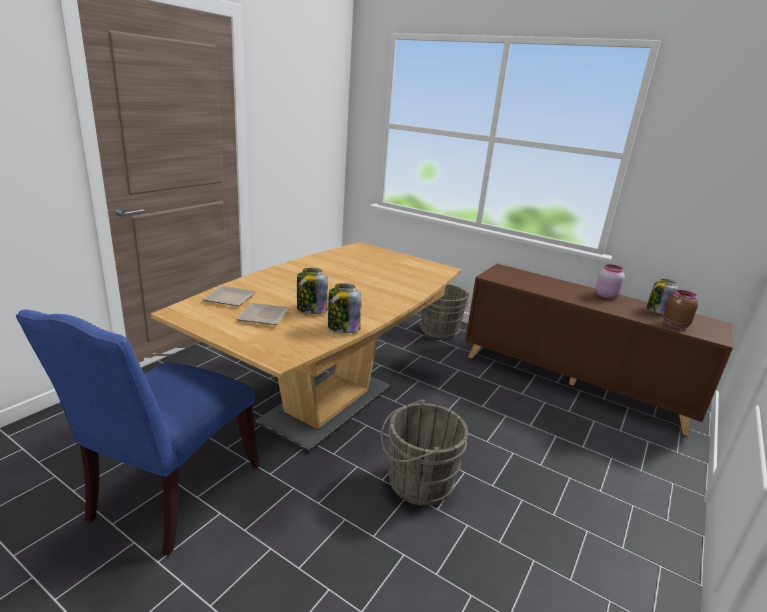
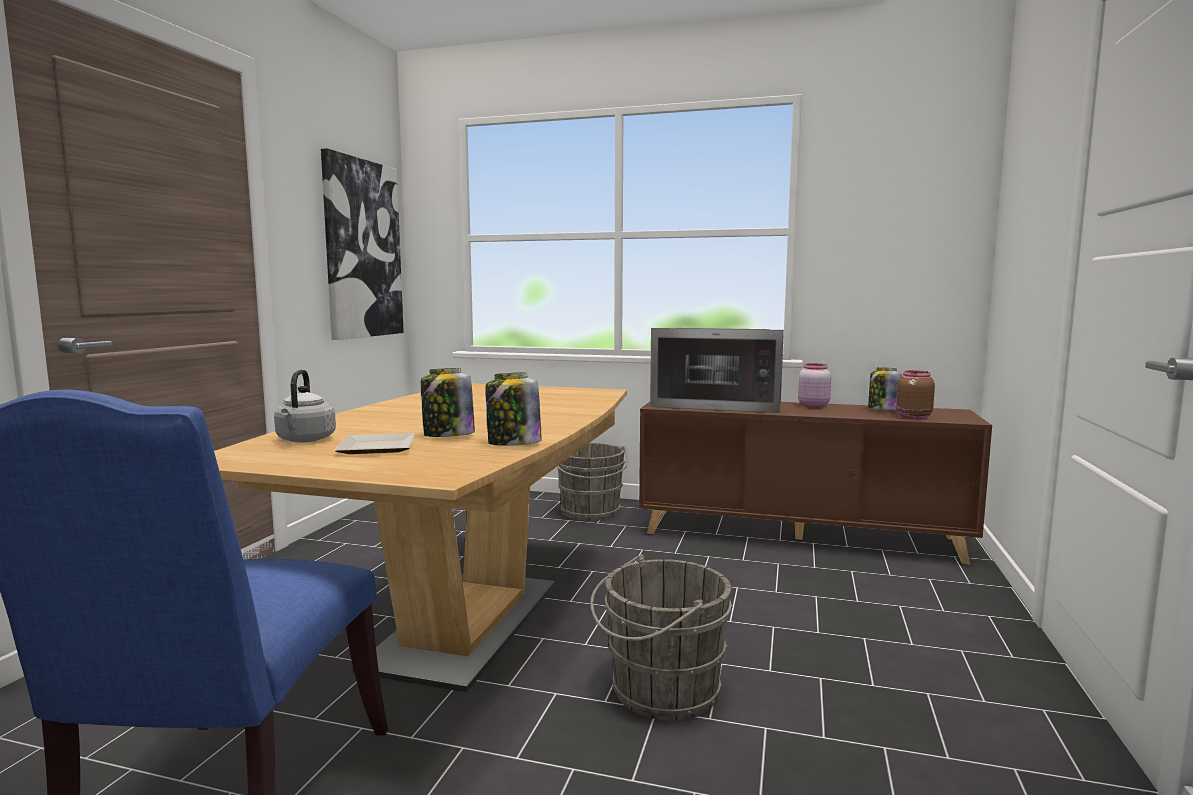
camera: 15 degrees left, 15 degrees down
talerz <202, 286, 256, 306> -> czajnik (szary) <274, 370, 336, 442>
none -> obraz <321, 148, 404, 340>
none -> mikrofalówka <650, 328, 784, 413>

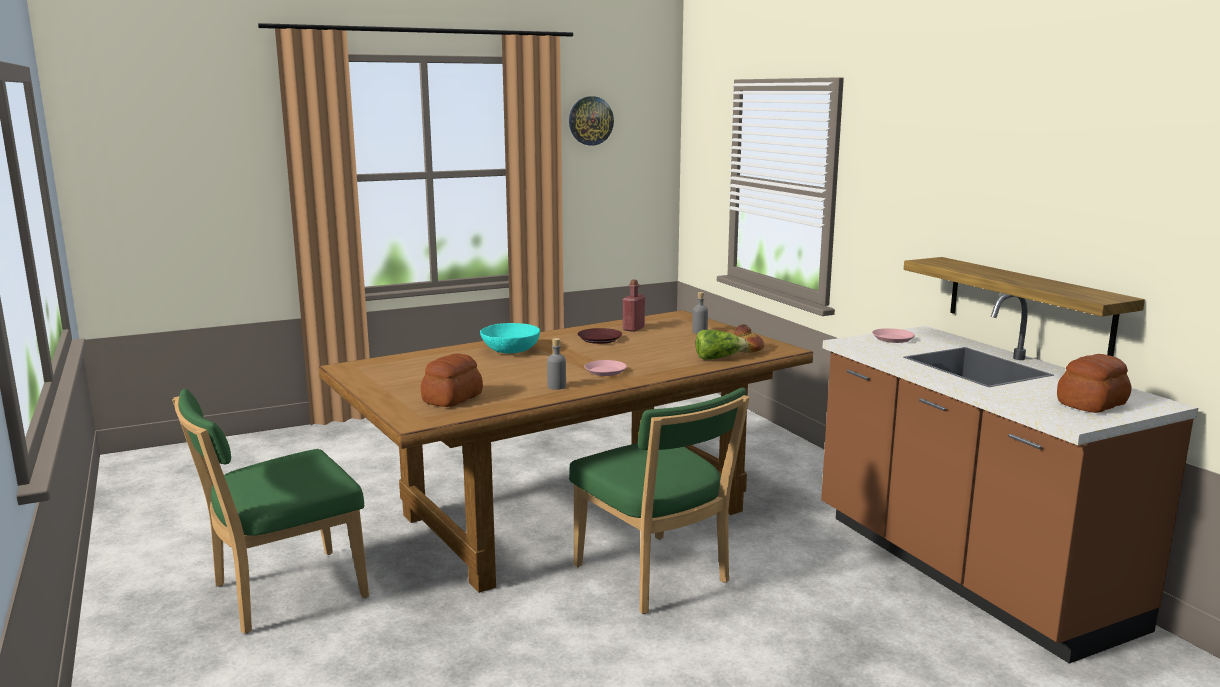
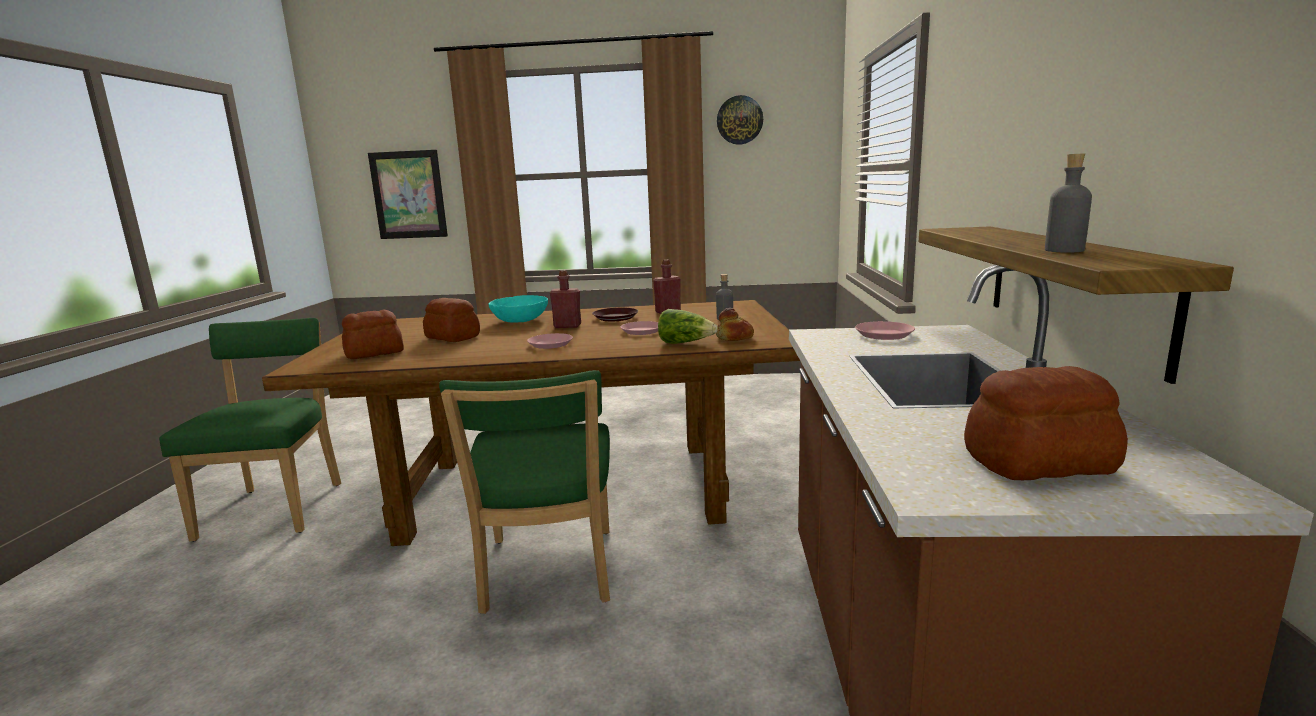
camera: 30 degrees right, 0 degrees up
butelka (szary) <547, 338, 566, 390> -> butelka (szary) <1045, 153, 1092, 253>, move
krzesło (zielony) <172, 389, 369, 634> -> krzesło (zielony) <159, 318, 341, 542>, 90 degrees clockwise
none -> obraz <368, 150, 448, 239>
none -> butelka (czerwony) <550, 270, 581, 328>
none -> chleb <423, 298, 480, 342>
none -> talerz (różowy) <621, 321, 658, 335>

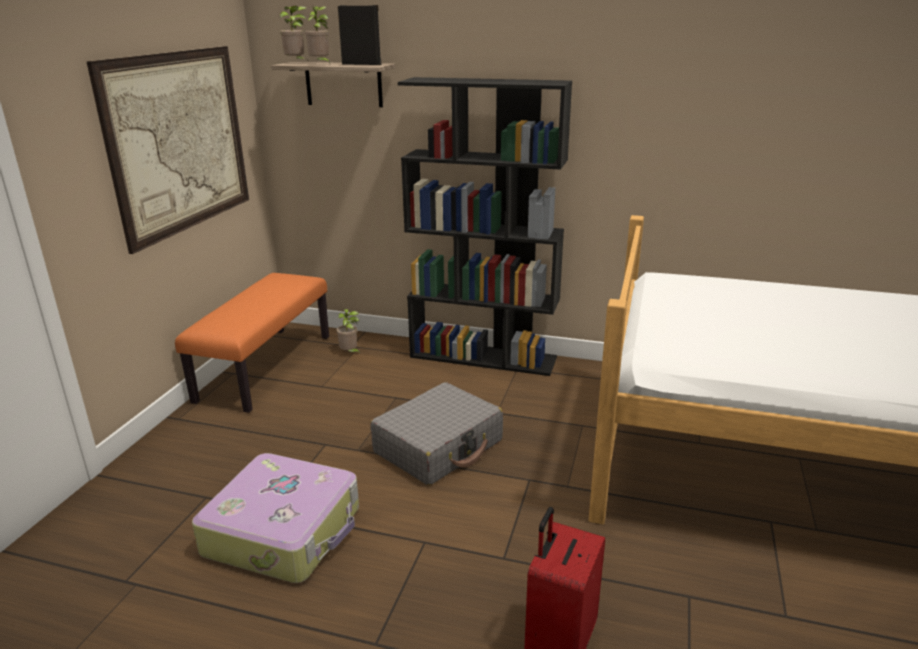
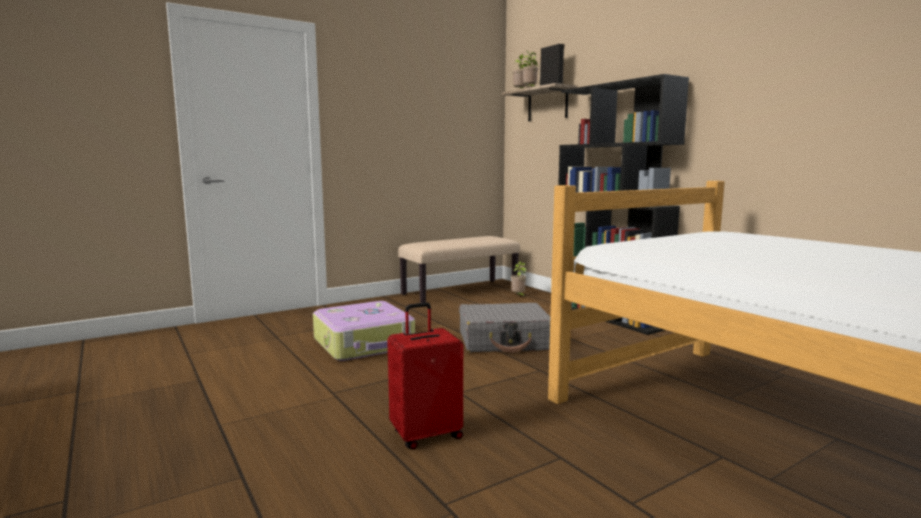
camera: 40 degrees right, 15 degrees down
obraz <86, 46, 249, 254> -> none
ławka (pomarańczowy) <175, 273, 329, 413> -> ławka (beżowy) <398, 236, 520, 303>

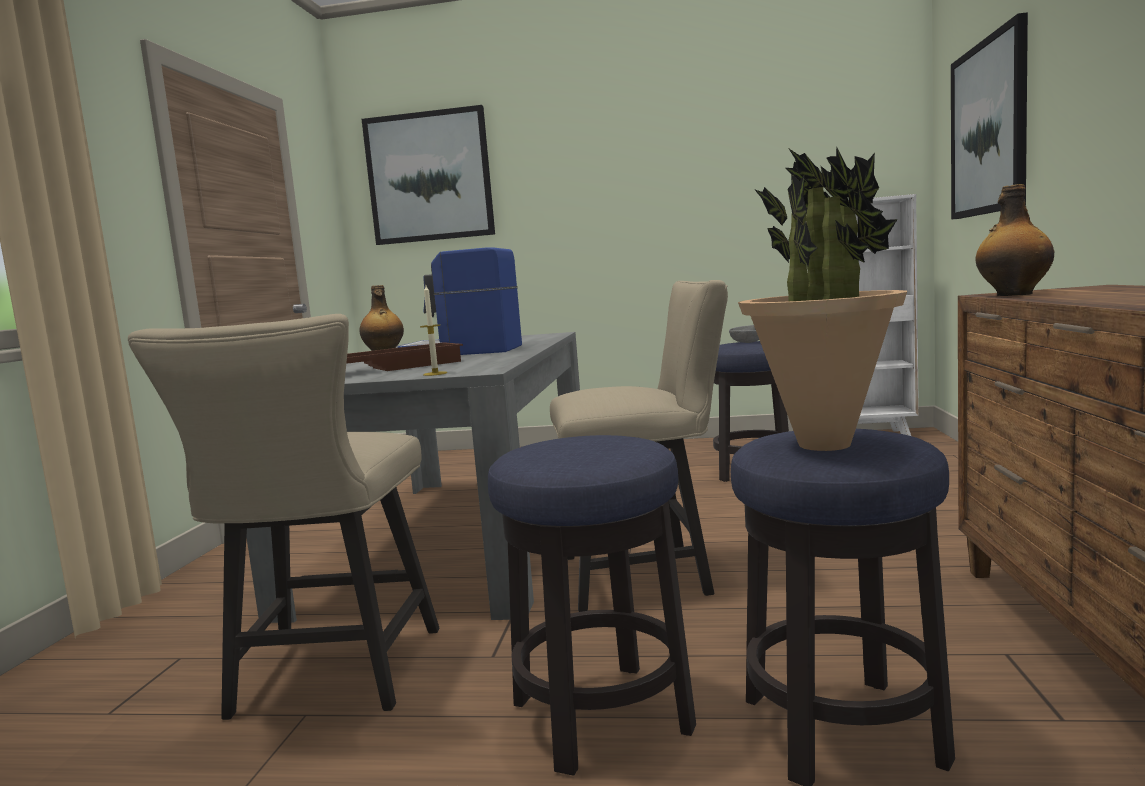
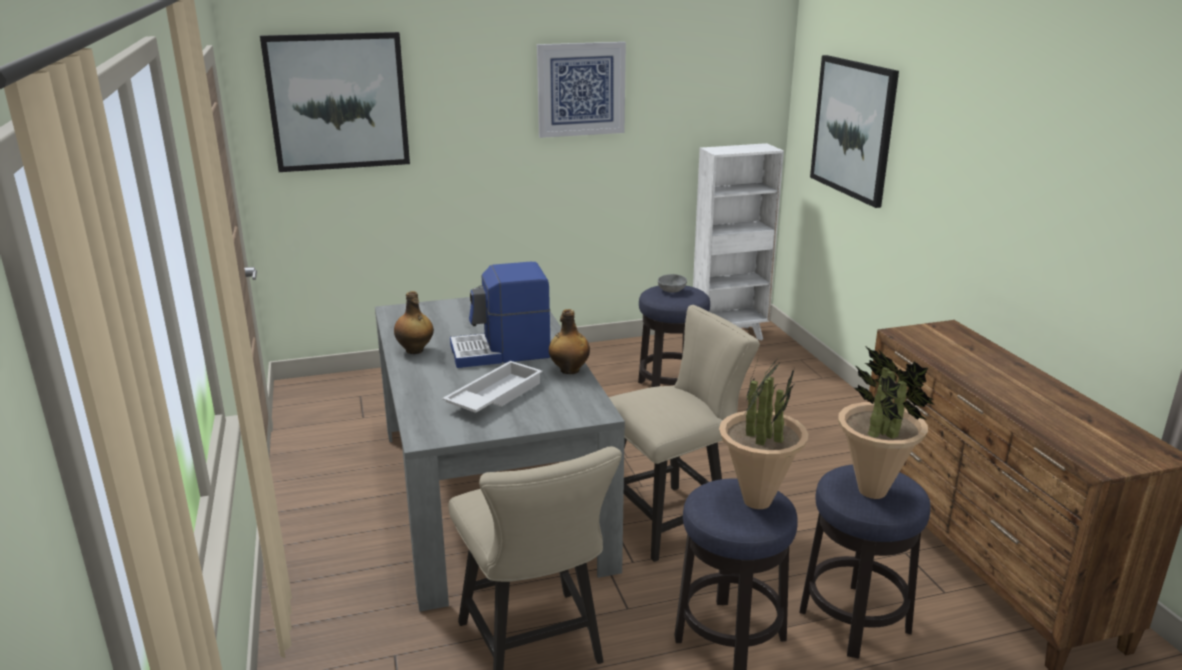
camera: 25 degrees left, 15 degrees up
butelka <976, 184, 1054, 296> -> butelka <549, 309, 590, 374>, move
świeca <420, 285, 447, 376> -> none
taca (brązowy) <346, 342, 463, 371> -> taca (biały) <442, 361, 543, 413>
none -> obraz <537, 42, 626, 138>
none -> roślina doniczkowa <719, 357, 808, 509>

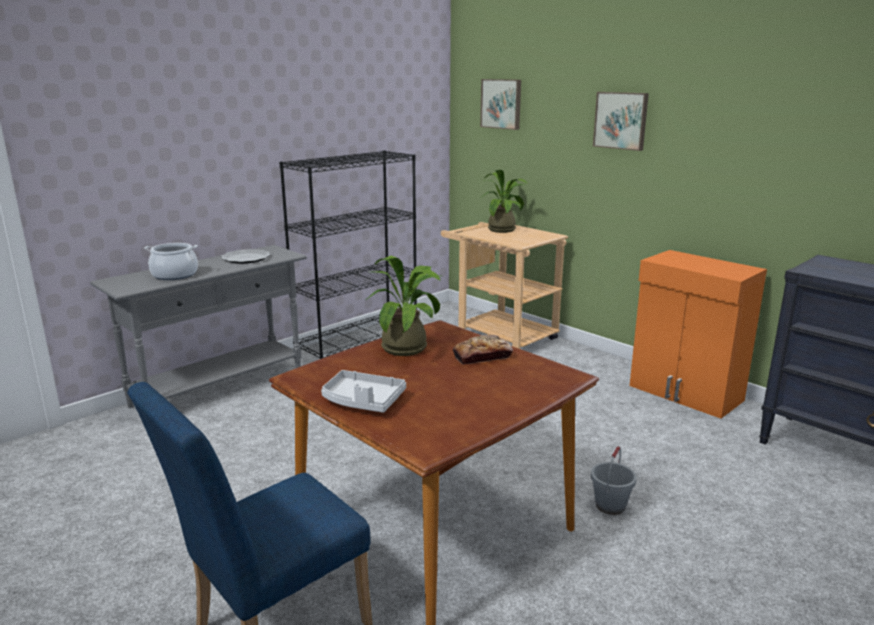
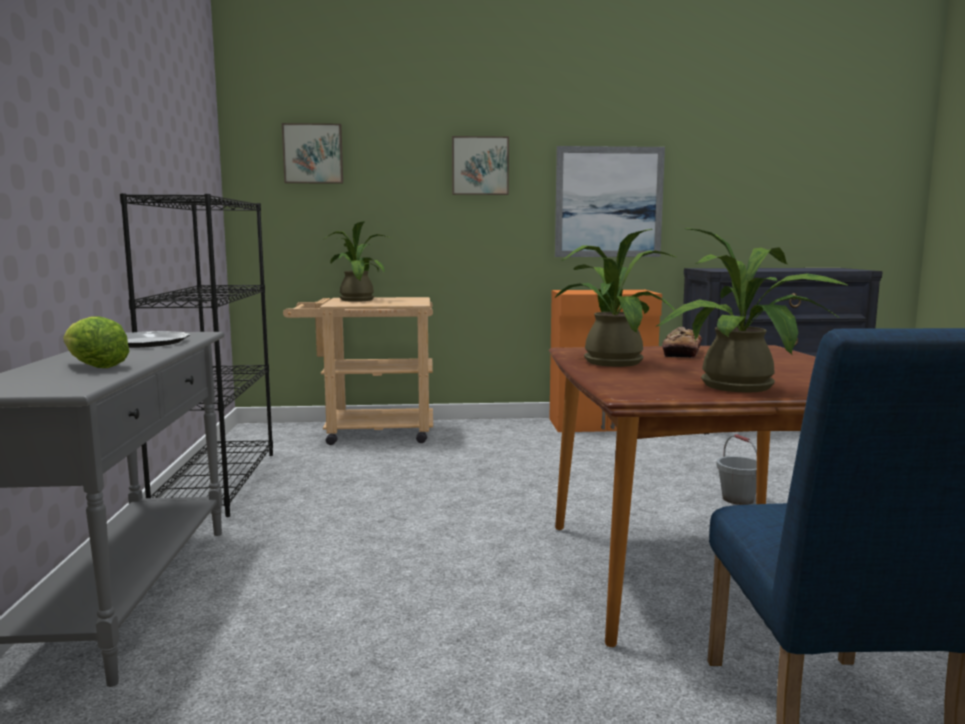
camera: 50 degrees left, 10 degrees down
garnek <144, 243, 198, 280> -> sałata <63, 316, 130, 368>
taca (szary) <321, 370, 406, 413> -> roślina doniczkowa <655, 228, 849, 393>
none -> obraz <555, 146, 665, 257>

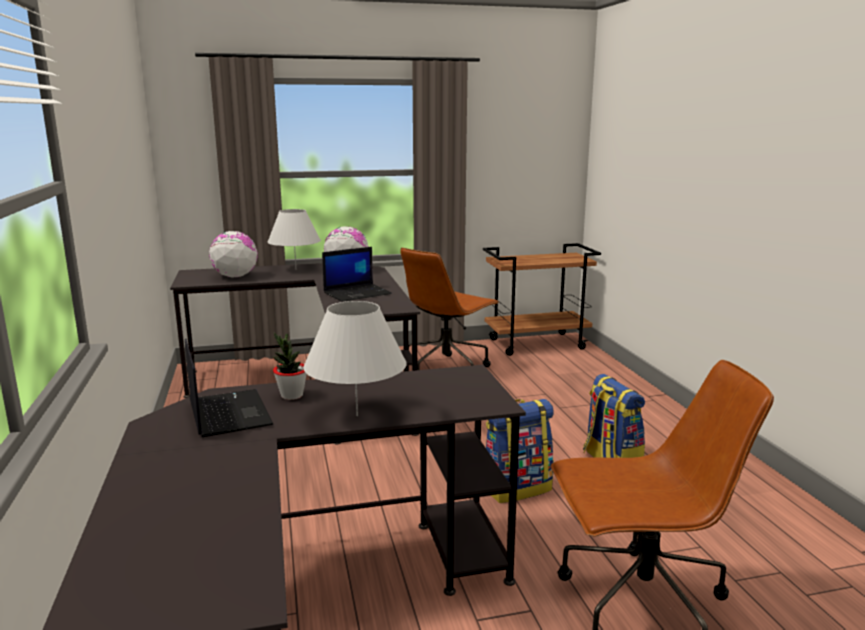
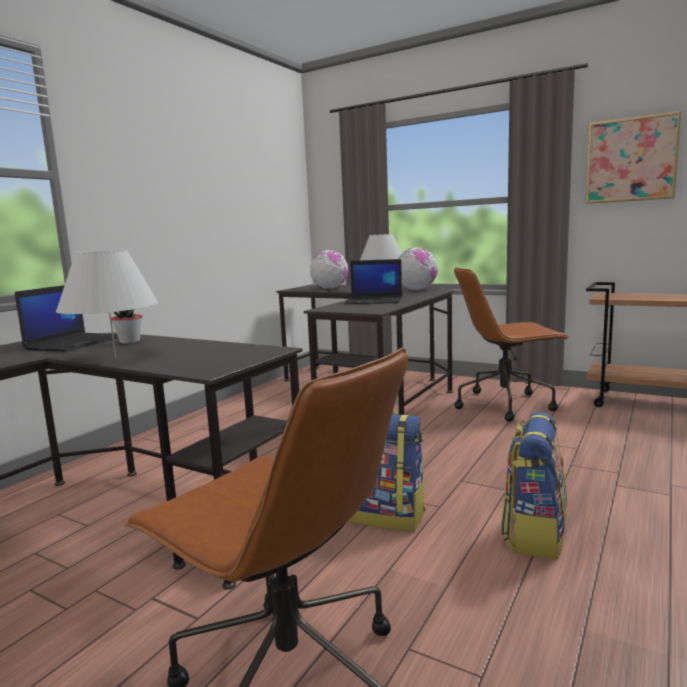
camera: 45 degrees right, 5 degrees down
none -> obraz <585, 111, 681, 204>

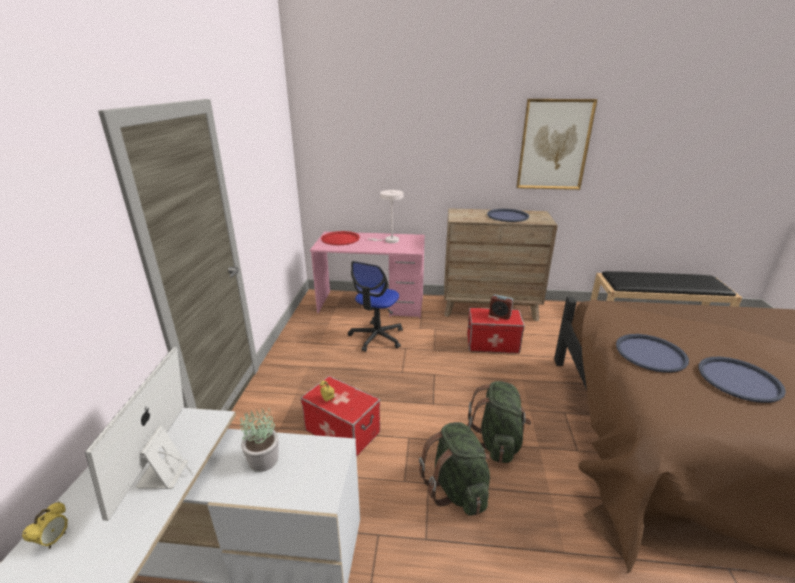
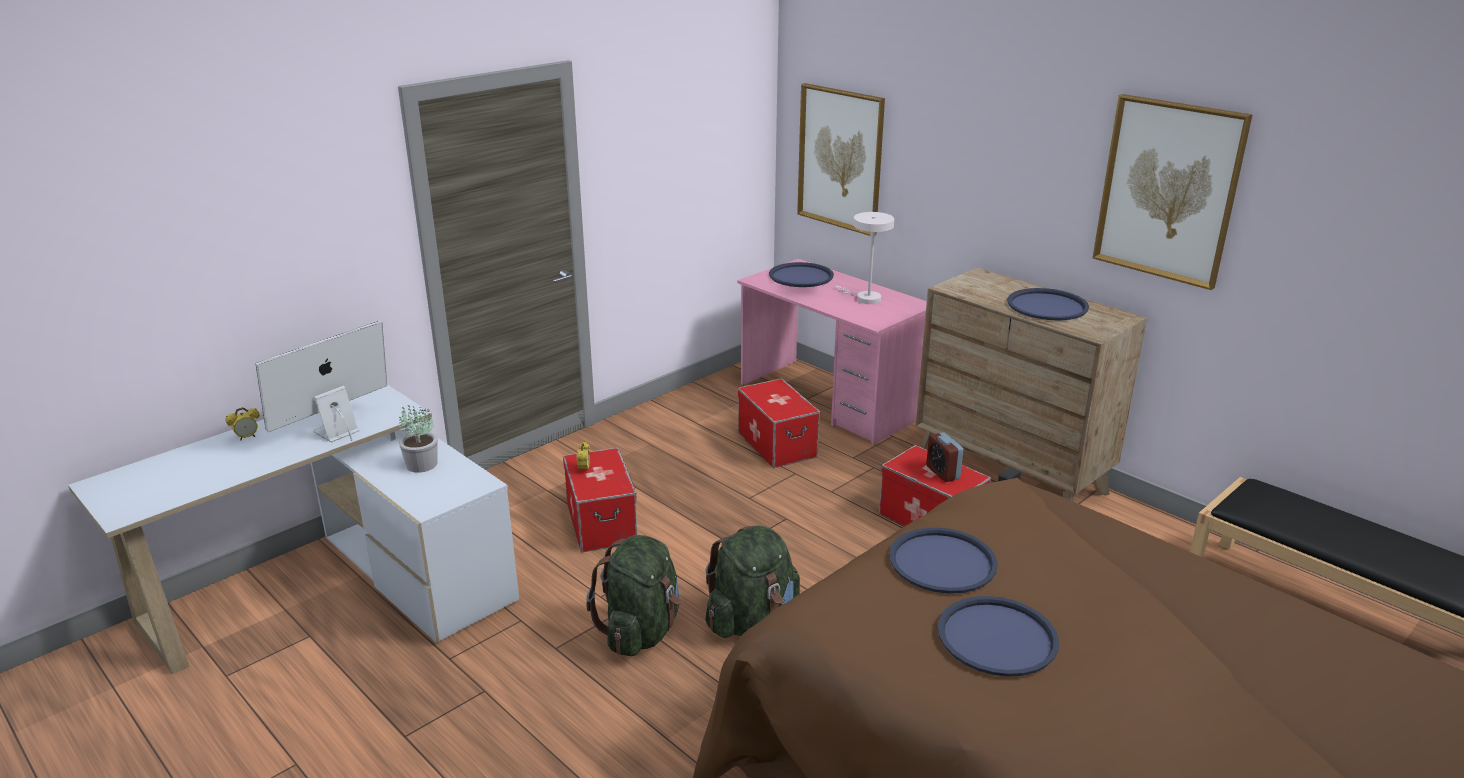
camera: 40 degrees right, 0 degrees up
taca (czerwony) <321, 231, 360, 245> -> taca (niebieski) <769, 262, 834, 287>
krzesło biurowe <348, 261, 403, 352> -> pojemnik do przechowywania <738, 378, 820, 468>
none -> obraz <797, 83, 885, 236>

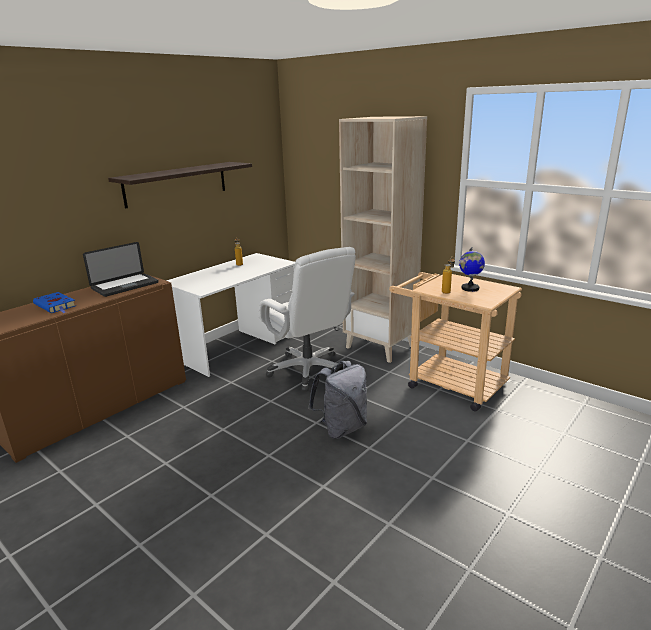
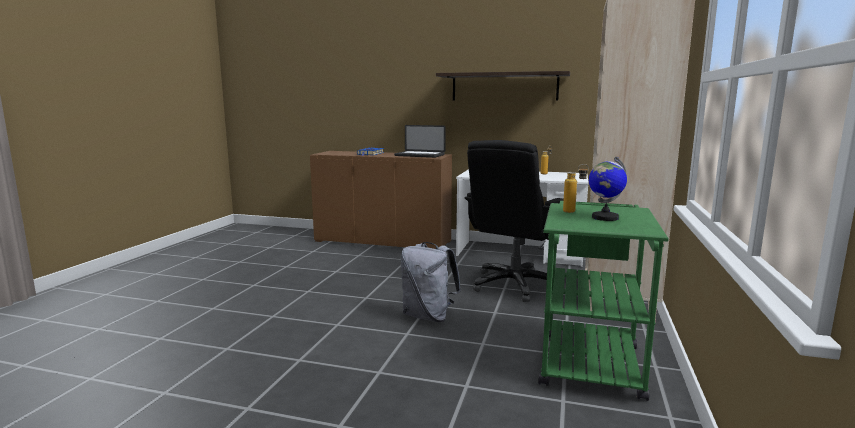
camera: 65 degrees right, 10 degrees down
krzesło biurowe (biały) <258, 247, 356, 391> -> krzesło biurowe (czarny) <465, 140, 564, 302>
wózek (beżowy) <389, 272, 522, 411> -> wózek (zielony) <538, 201, 669, 401>

